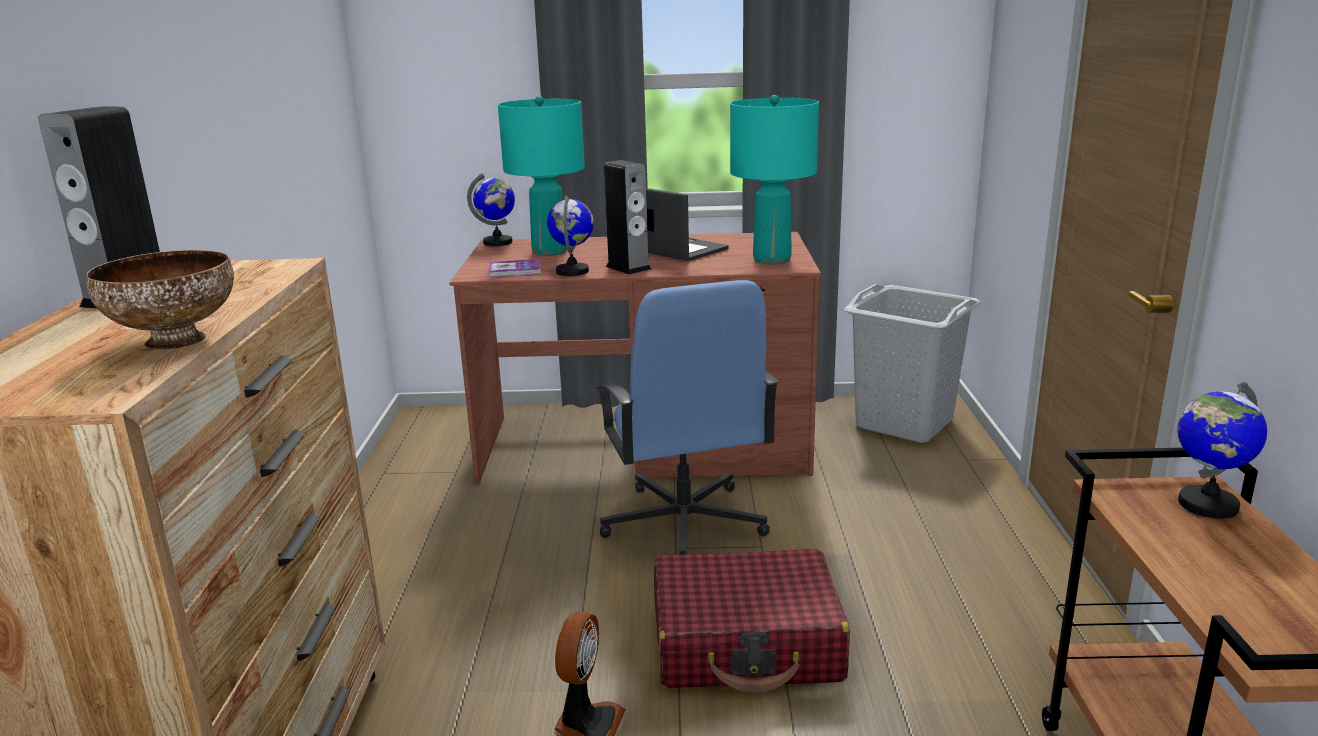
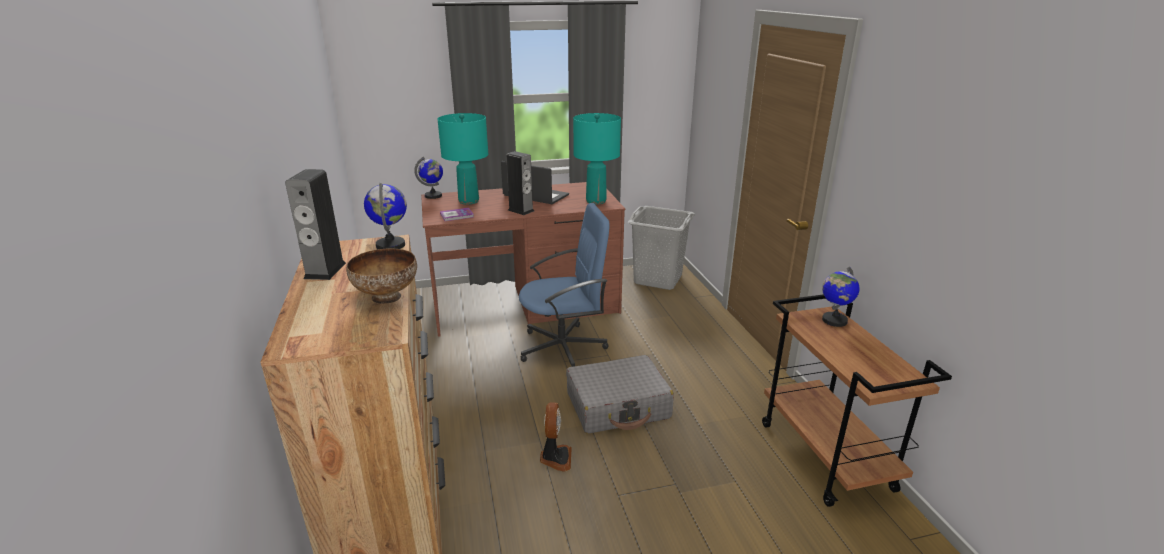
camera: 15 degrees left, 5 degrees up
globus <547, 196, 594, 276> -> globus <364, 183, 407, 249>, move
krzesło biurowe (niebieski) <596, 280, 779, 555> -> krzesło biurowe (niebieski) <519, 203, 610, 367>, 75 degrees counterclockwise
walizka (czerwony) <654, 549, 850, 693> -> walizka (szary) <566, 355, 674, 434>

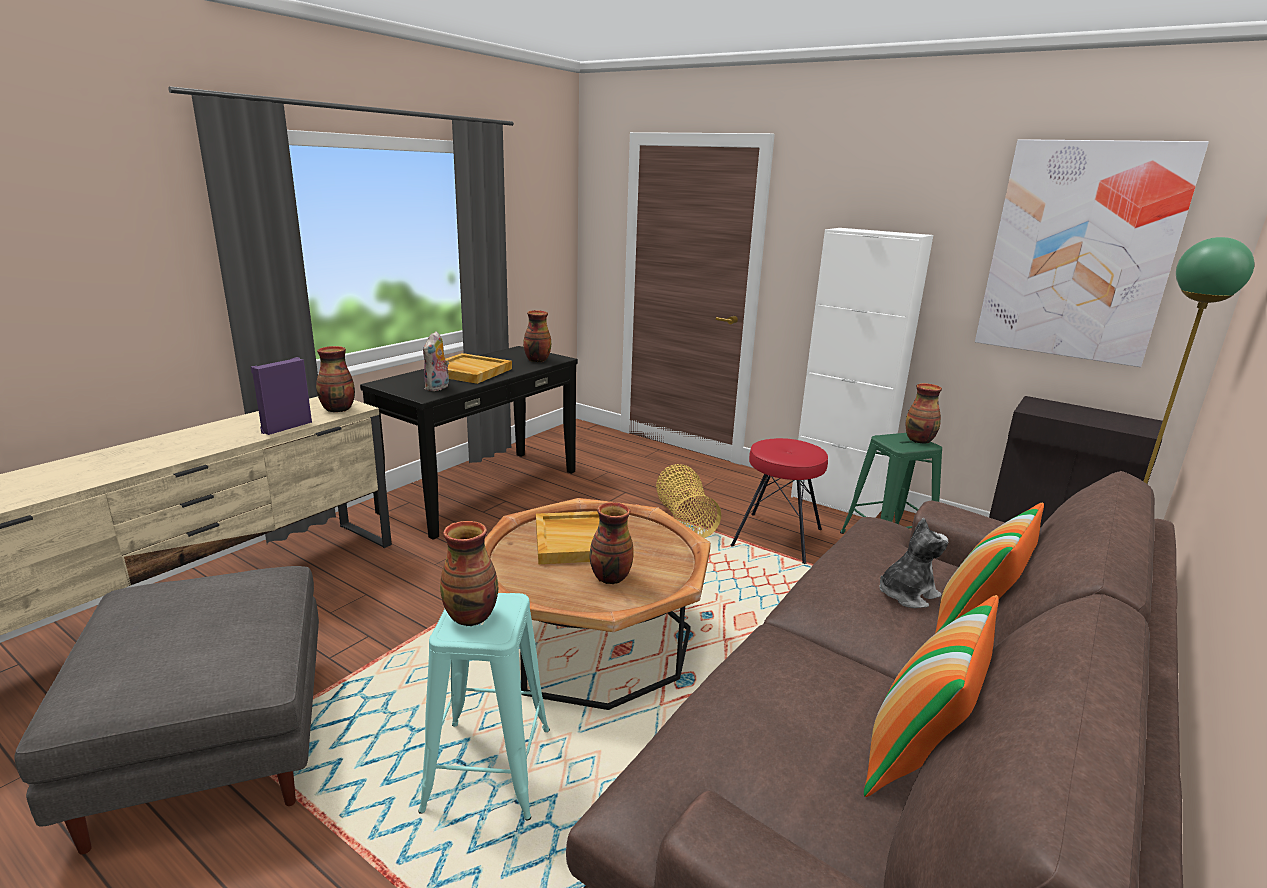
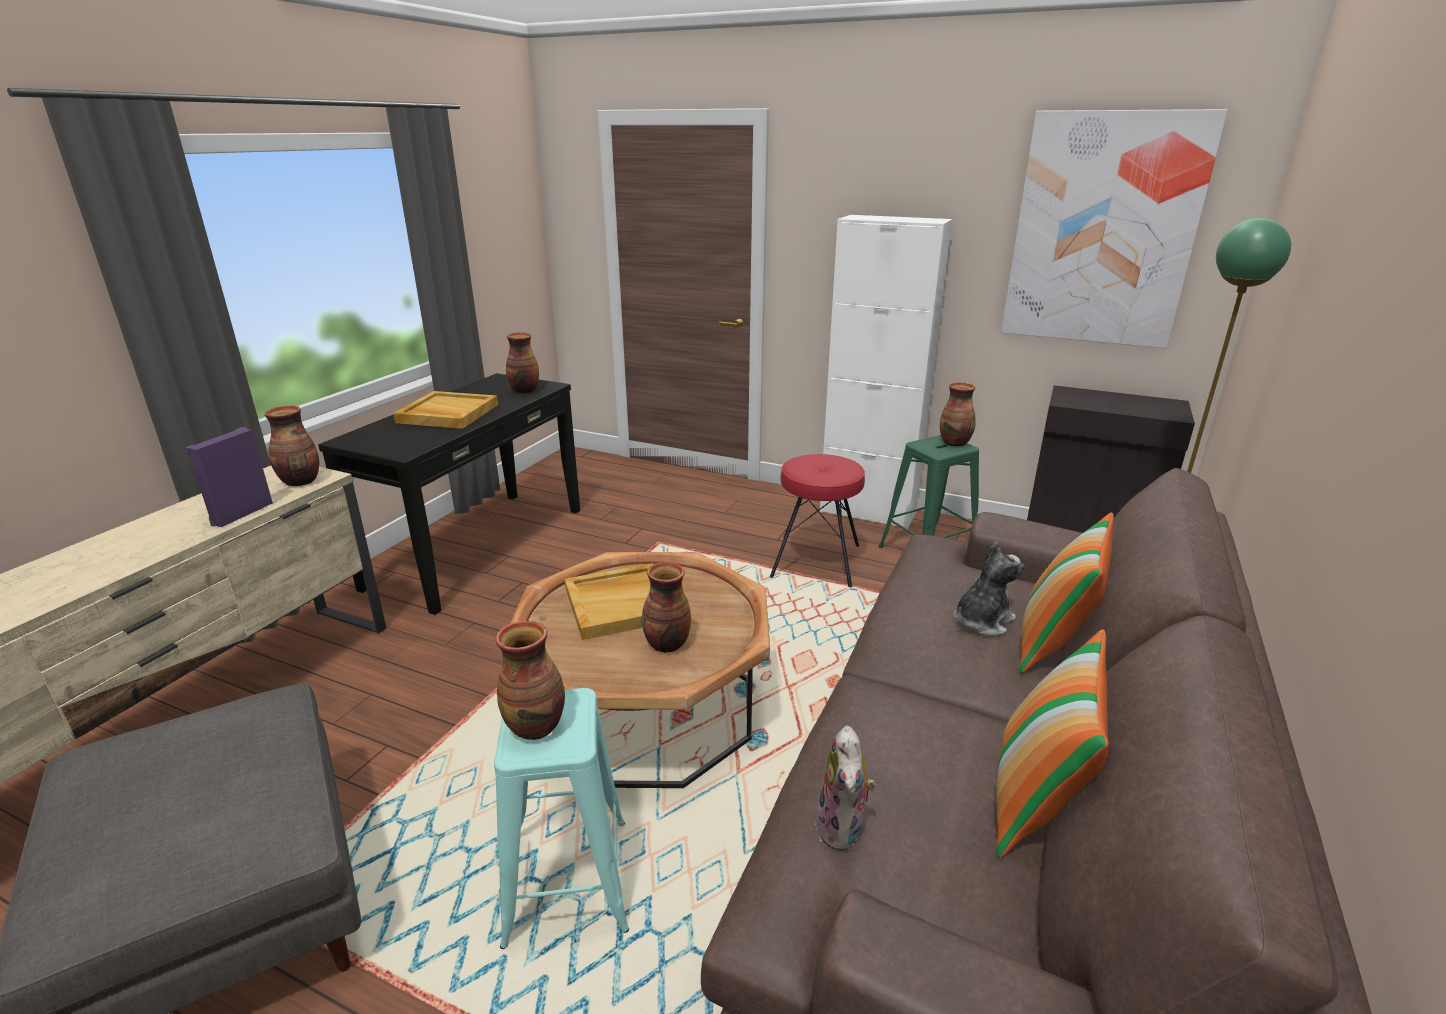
camera: 10 degrees left, 5 degrees up
pluszak <423, 331, 449, 391> -> pluszak <815, 725, 876, 850>, move
koszyk <656, 464, 721, 538> -> none

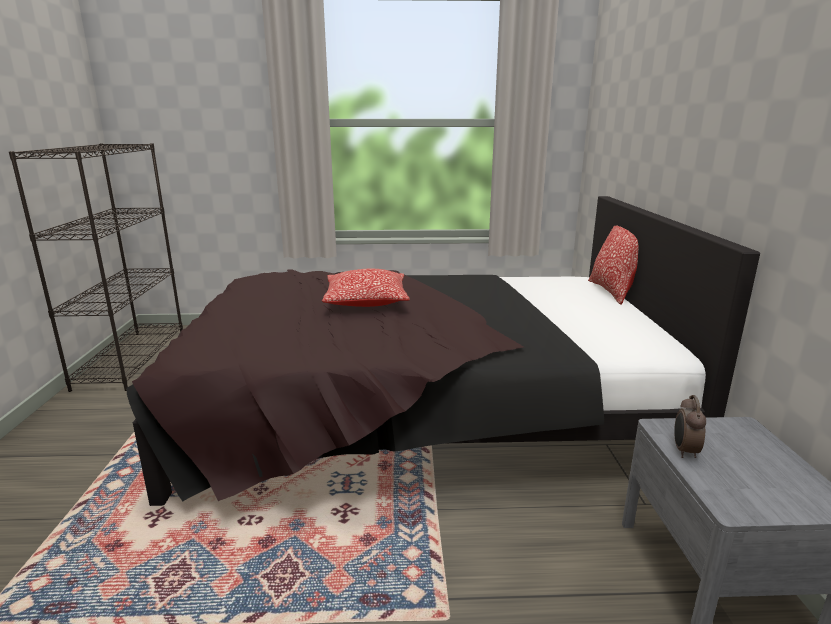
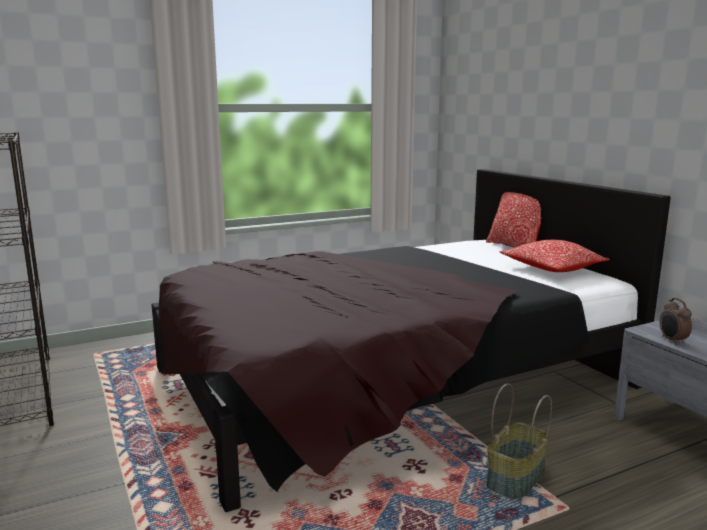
camera: 25 degrees left, 5 degrees down
poduszka <322, 269, 410, 307> -> poduszka <500, 240, 609, 272>, move
none -> koszyk <486, 383, 552, 499>

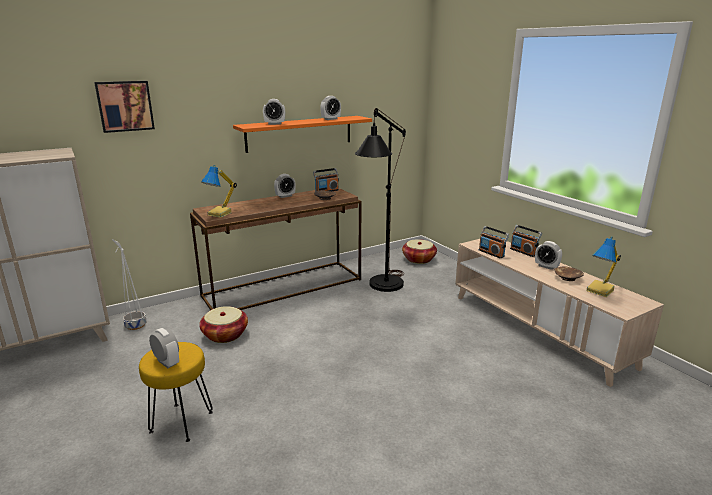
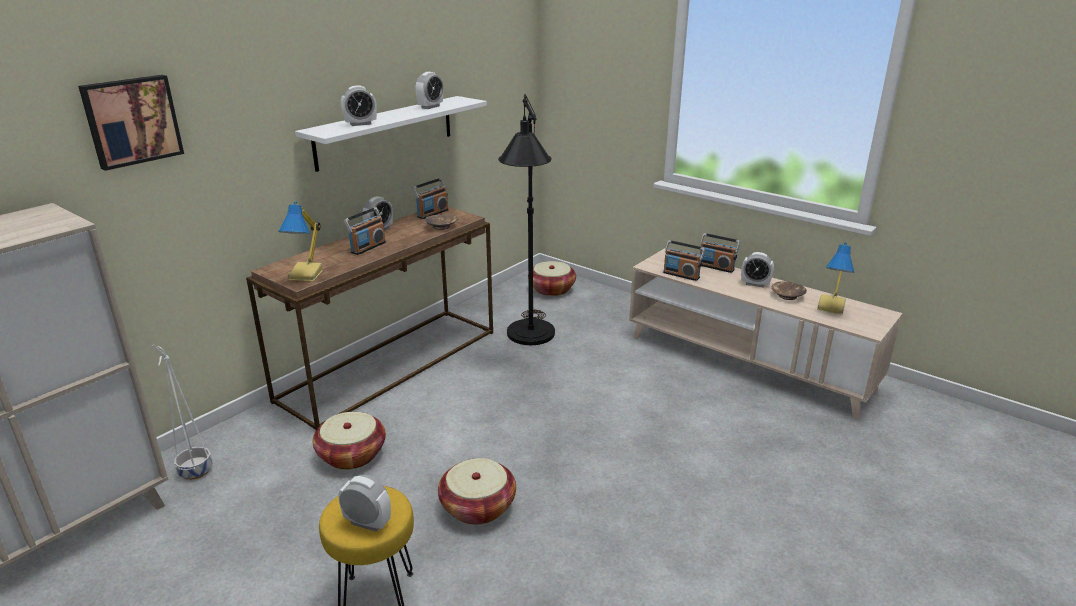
camera: 20 degrees left, 5 degrees up
półka (pomarańczowy) <233, 116, 372, 153> -> półka (biały) <295, 96, 487, 172>
none -> radio <344, 207, 386, 255>
none -> koszyk <438, 458, 516, 525>

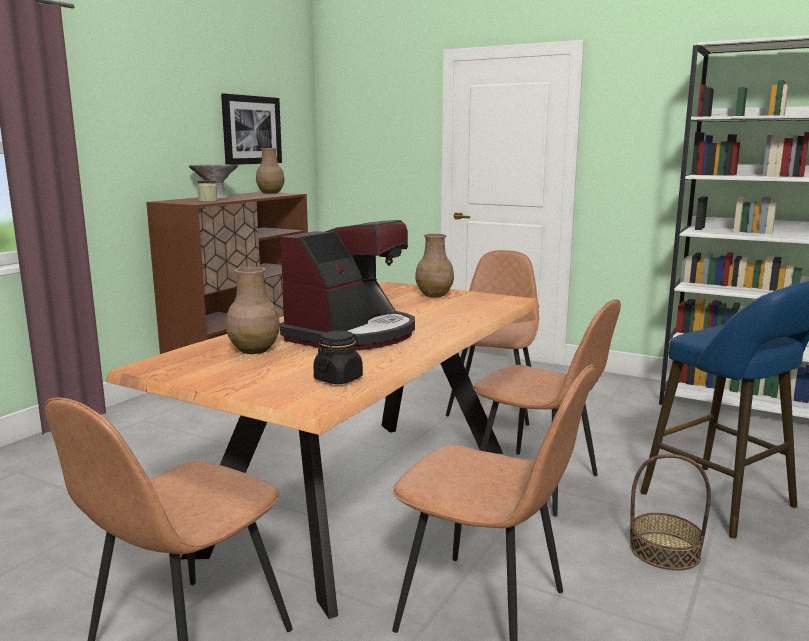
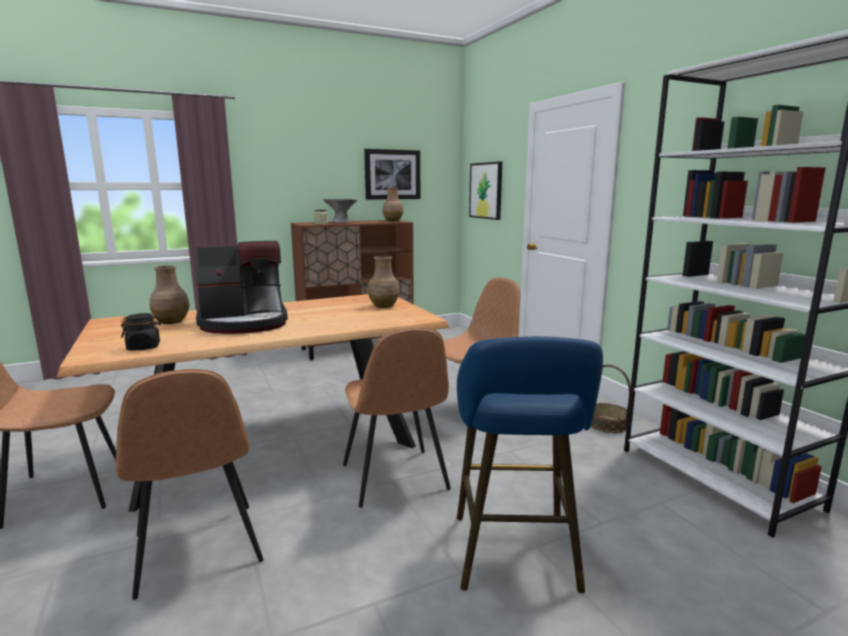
camera: 35 degrees right, 0 degrees up
koszyk <630, 454, 711, 570> -> koszyk <591, 365, 631, 433>, move
none -> obraz <469, 162, 502, 220>

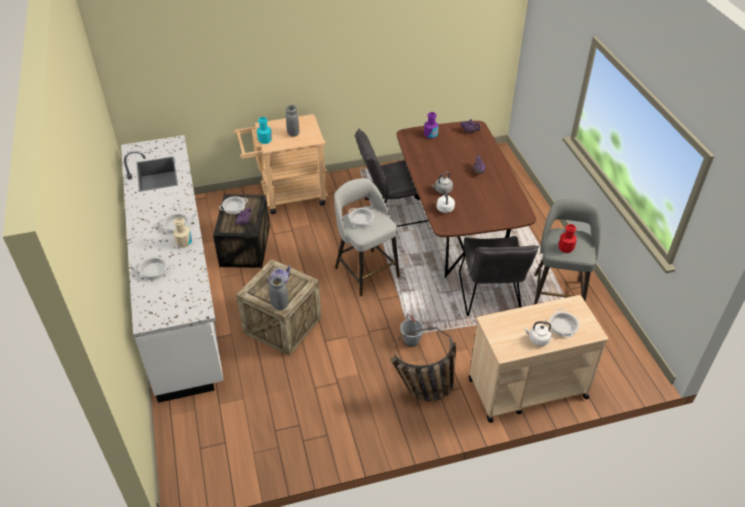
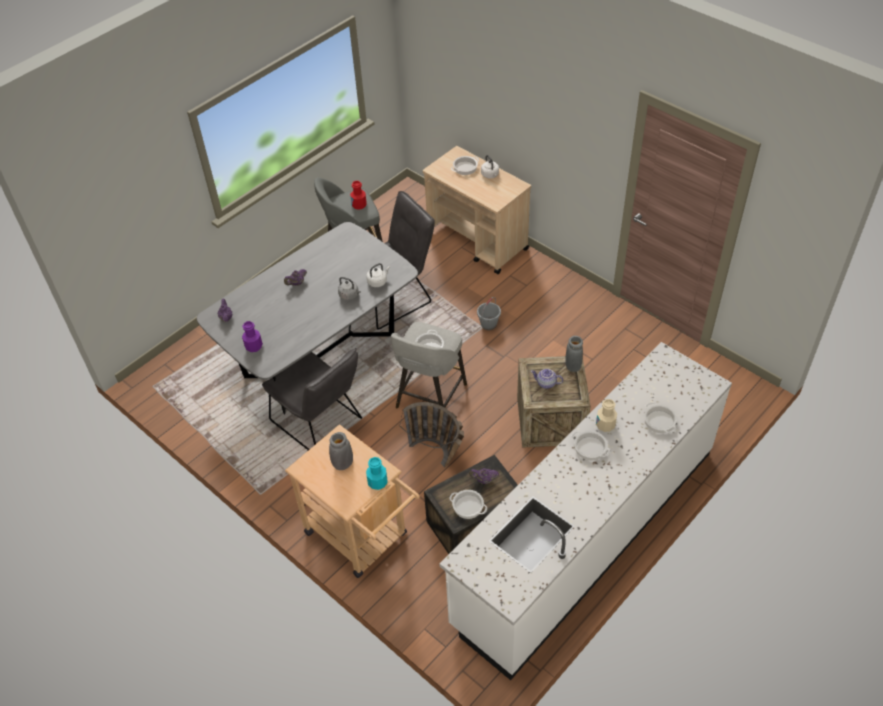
camera: 120 degrees left, 5 degrees up
stół jadalny (brązowy) <397, 121, 536, 278> -> stół jadalny (szary) <197, 222, 418, 415>
koszyk <390, 327, 456, 402> -> koszyk <399, 402, 464, 468>, move

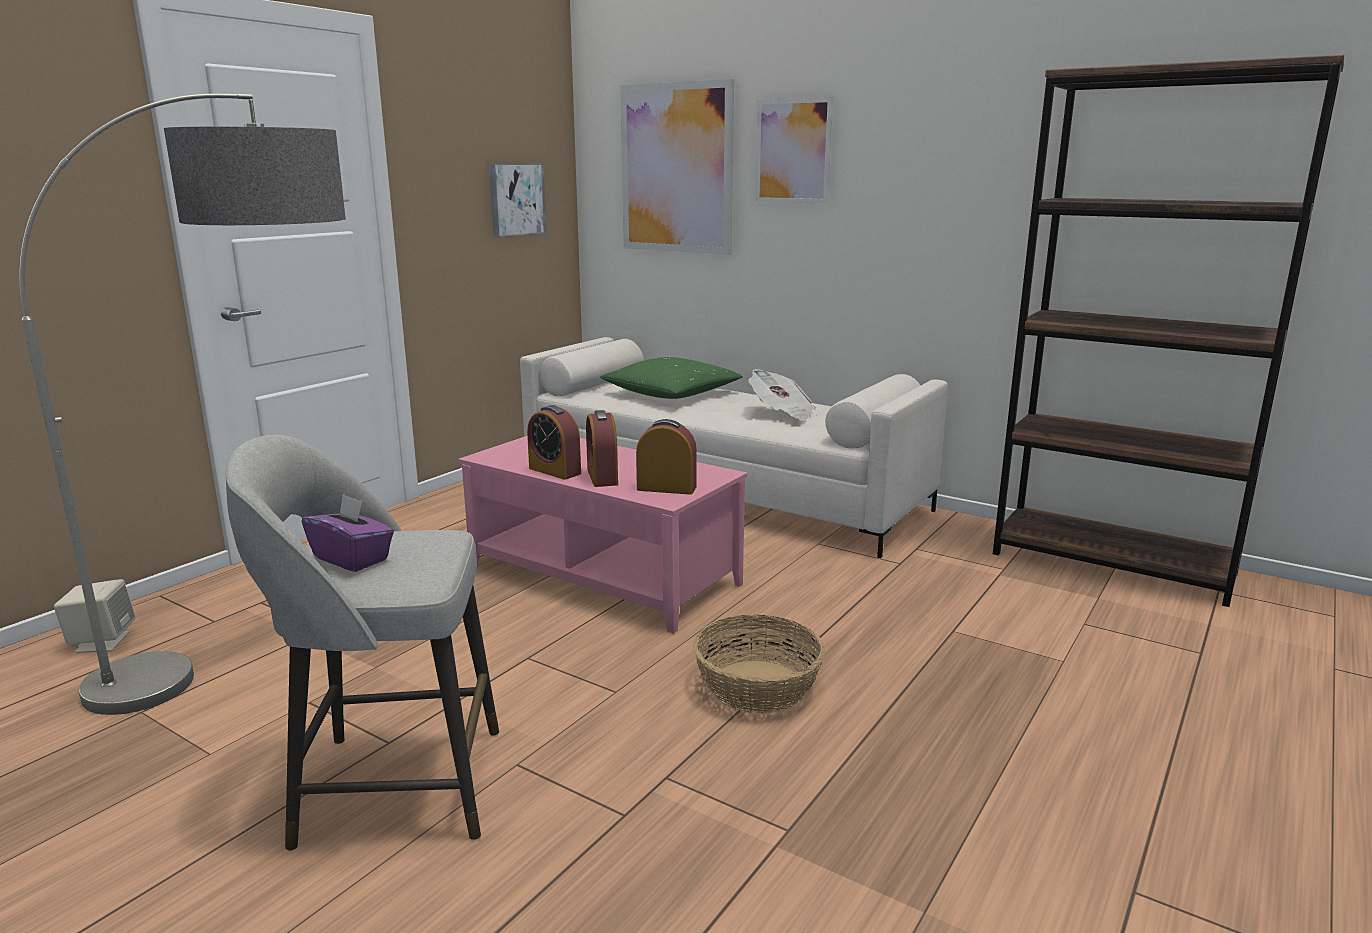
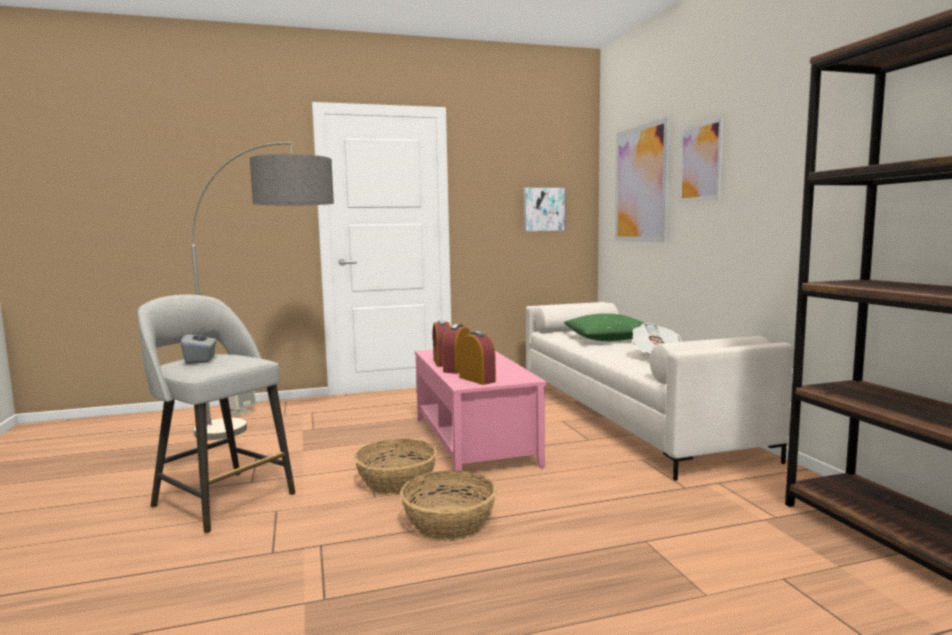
camera: 40 degrees right, 10 degrees down
pudełko chusteczek (fioletowy) <302, 494, 394, 572> -> pudełko chusteczek (szary) <181, 326, 217, 364>
none -> koszyk <354, 439, 437, 494>

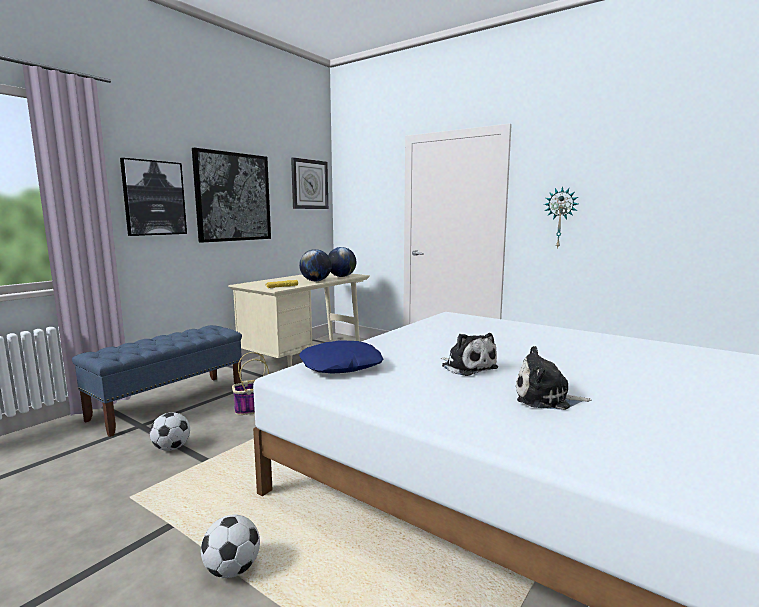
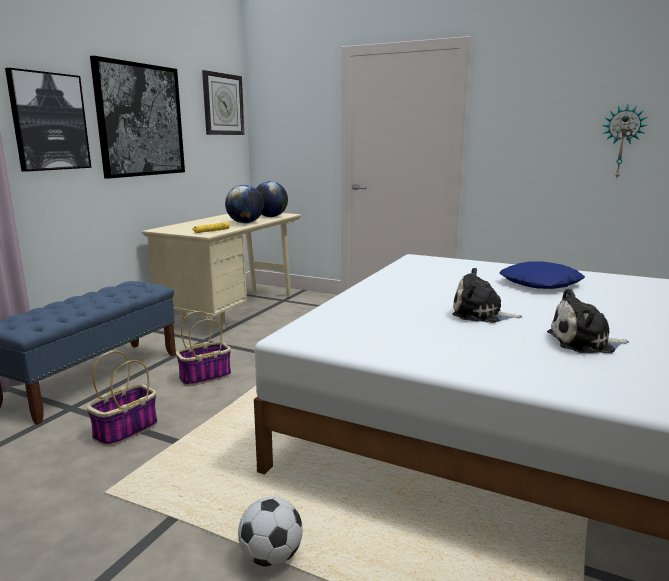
camera: 10 degrees left, 5 degrees up
zegar ścienny <544, 186, 578, 248> -> zegar ścienny <602, 105, 647, 178>, move
pluszak <441, 333, 498, 376> -> pluszak <453, 268, 523, 323>, 150 degrees clockwise
poduszka (niebieski) <299, 340, 383, 374> -> poduszka (niebieski) <499, 262, 585, 289>, move
piłka futbolowa <150, 412, 190, 451> -> koszyk <87, 351, 158, 446>

